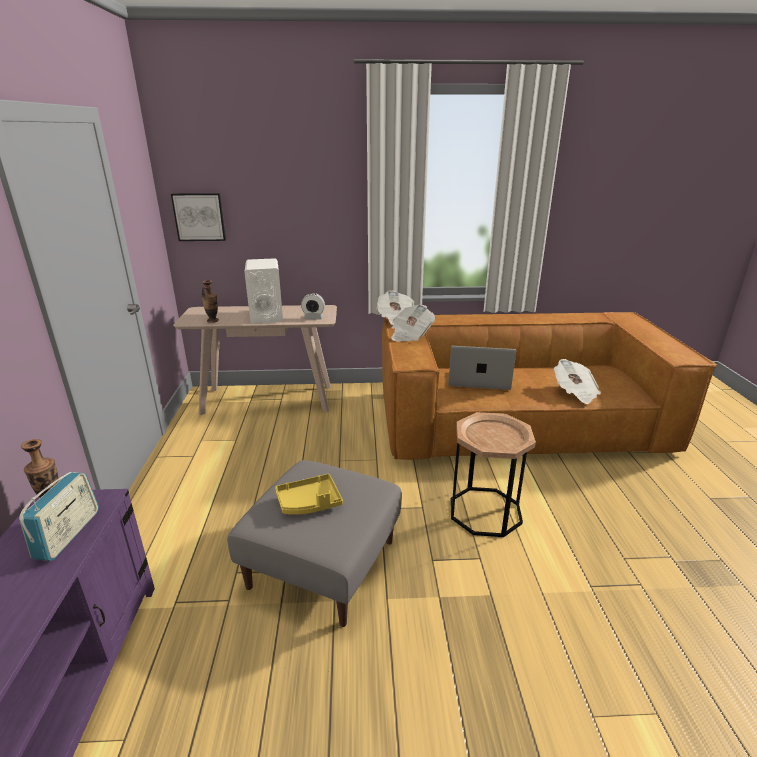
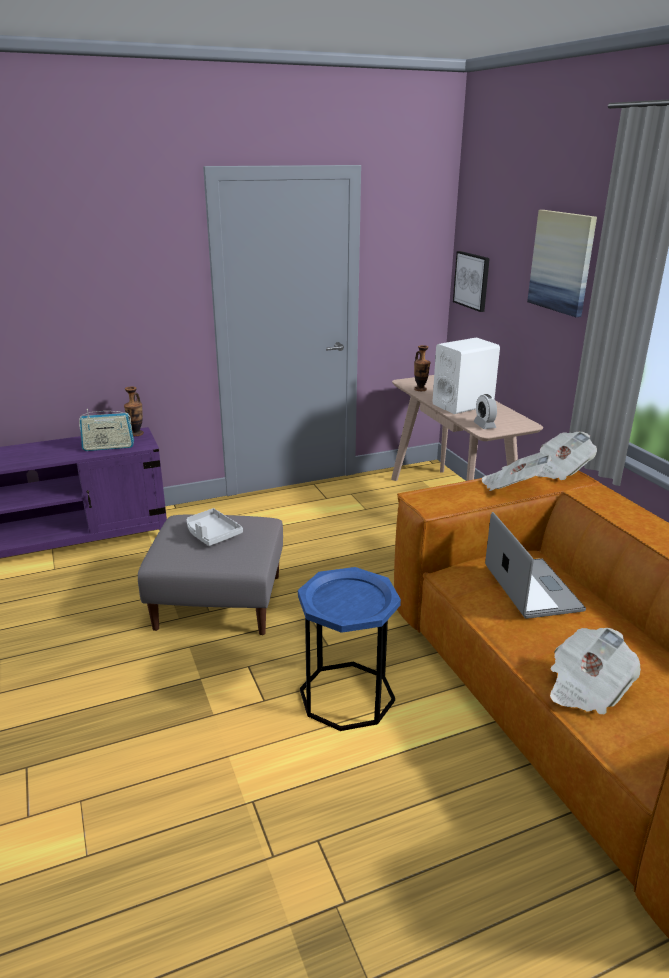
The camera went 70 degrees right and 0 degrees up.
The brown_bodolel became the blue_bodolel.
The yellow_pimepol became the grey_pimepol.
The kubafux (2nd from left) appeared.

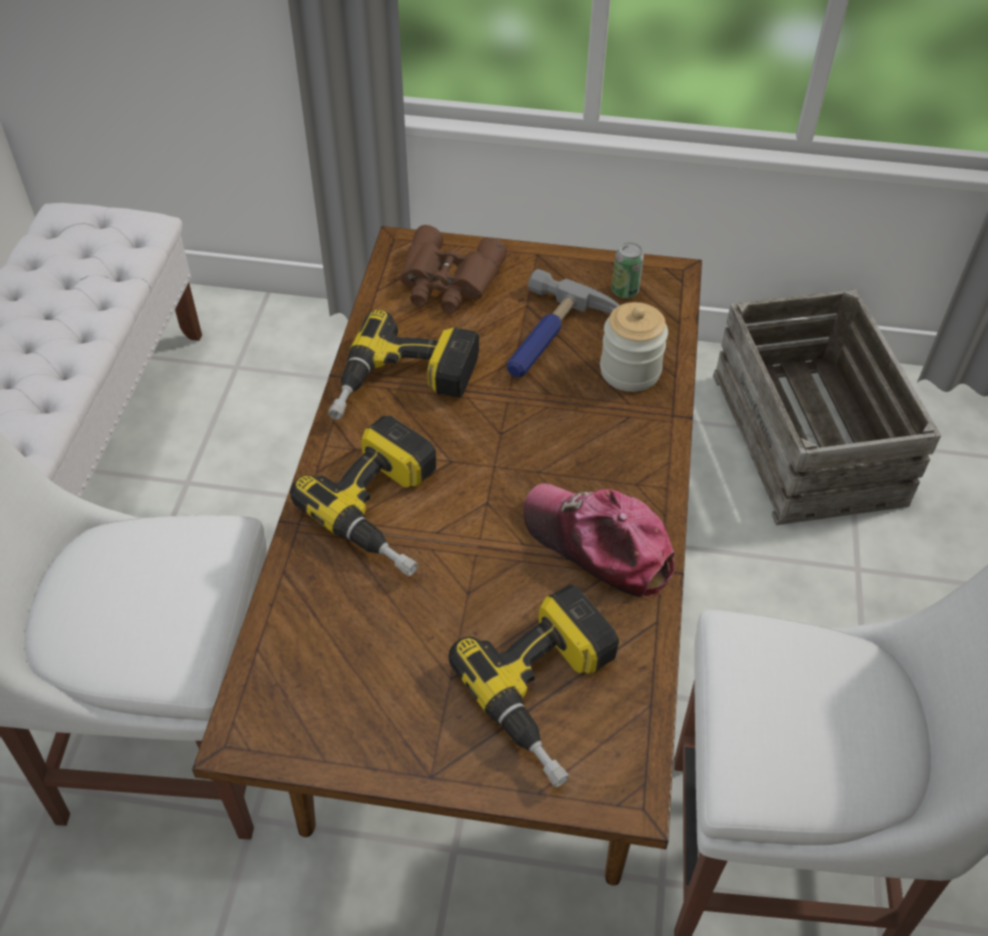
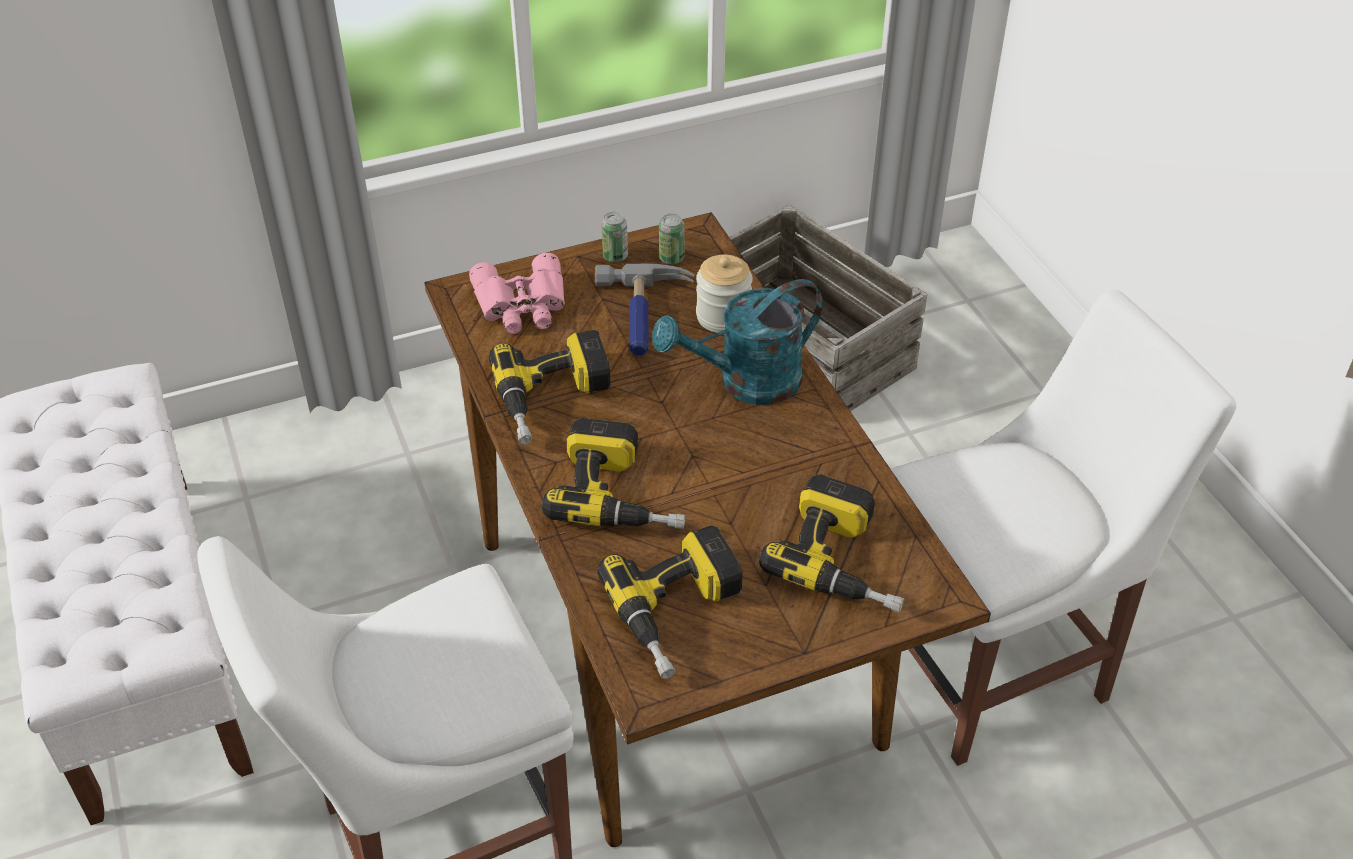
The camera went 30 degrees left and 5 degrees down.
The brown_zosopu became the pink_zosopu.
The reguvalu disappeared.
The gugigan (1st from left) appeared.
The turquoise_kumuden appeared.
The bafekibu (3rd from left) appeared.

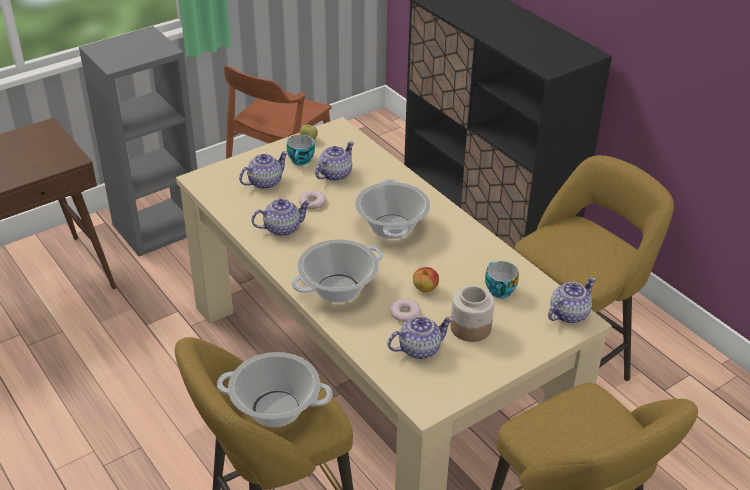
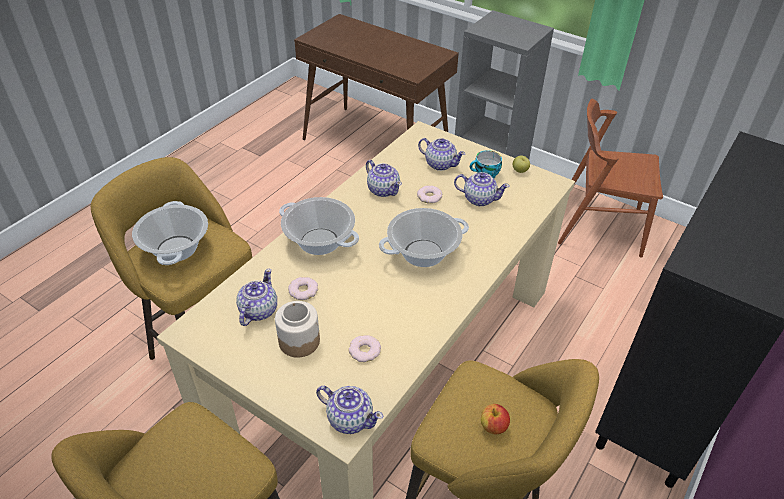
The camera went 70 degrees right and 5 degrees up.
The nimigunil (2nd from left) was replaced by the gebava (2nd from left).
The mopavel (2nd from left in the first image) moved.
The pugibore (4th from left in the first image) turned 120 degrees counterclockwise.

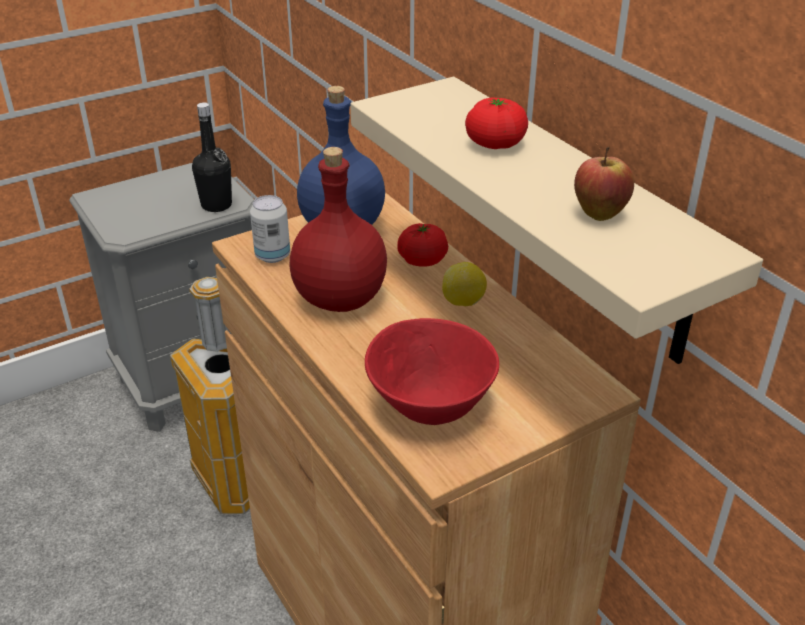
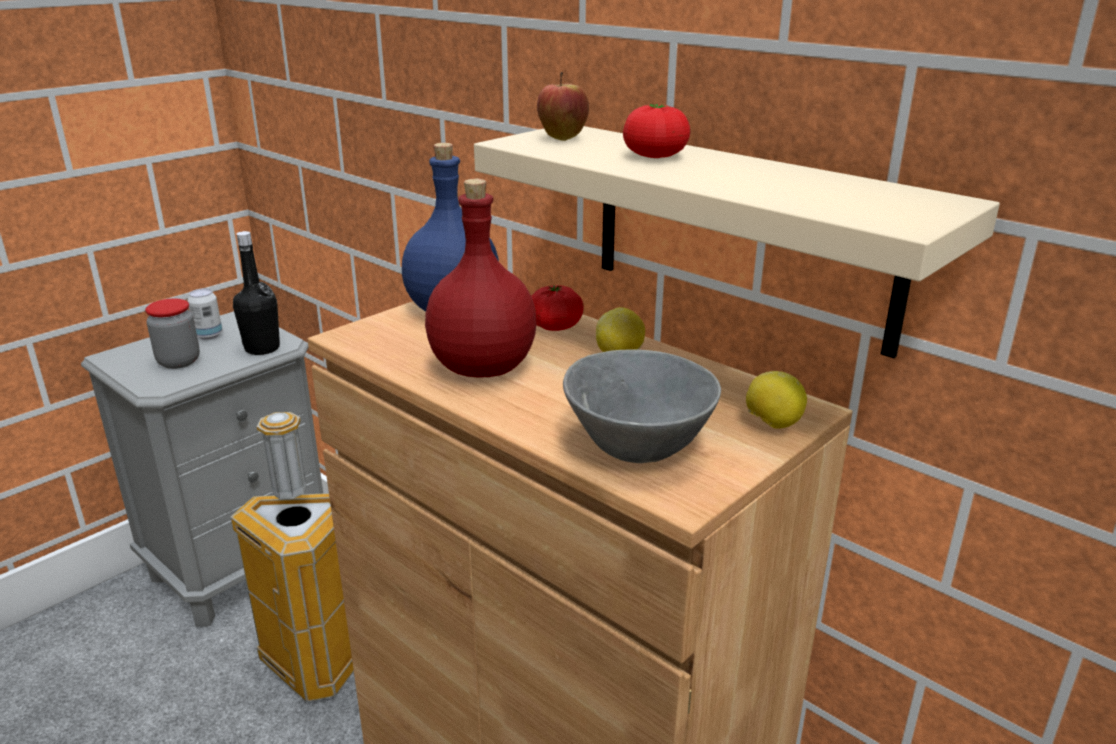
The camera went 15 degrees left and 10 degrees down.
The mopavel moved.
The gugigan moved.
The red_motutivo became the grey_motutivo.
The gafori appeared.
The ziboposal (2nd from left) appeared.

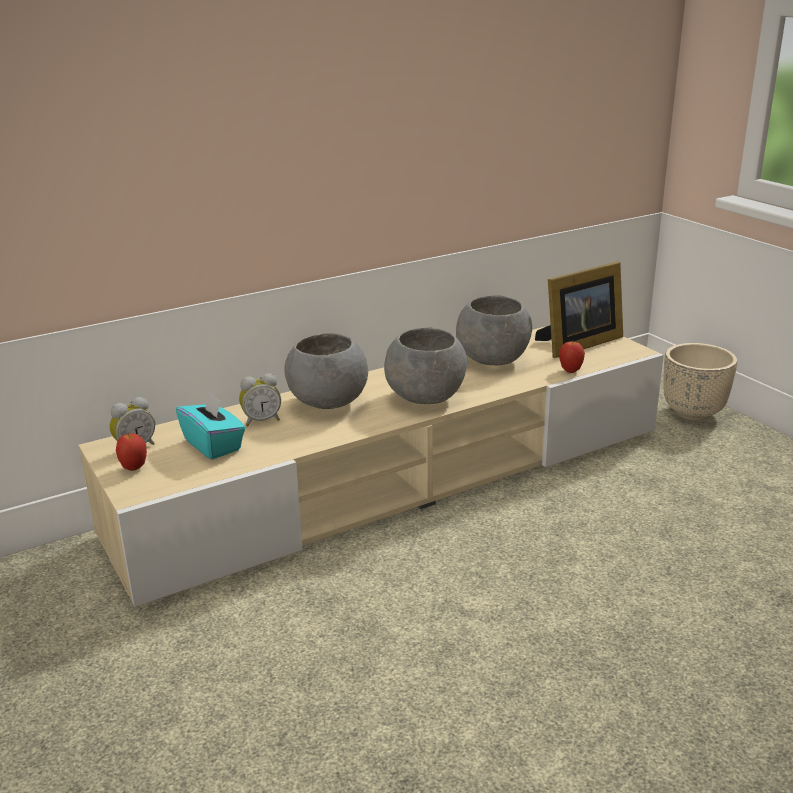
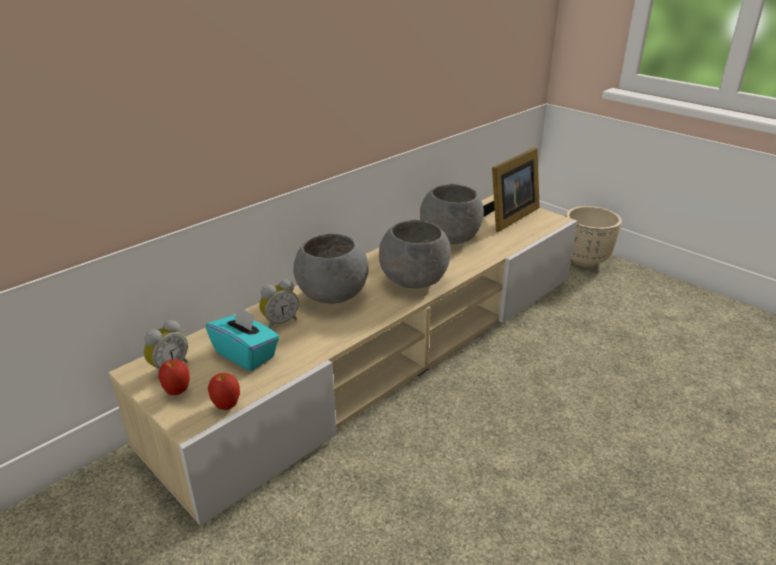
The camera went 15 degrees left and 5 degrees up.
The mopavel (2nd from left) moved.

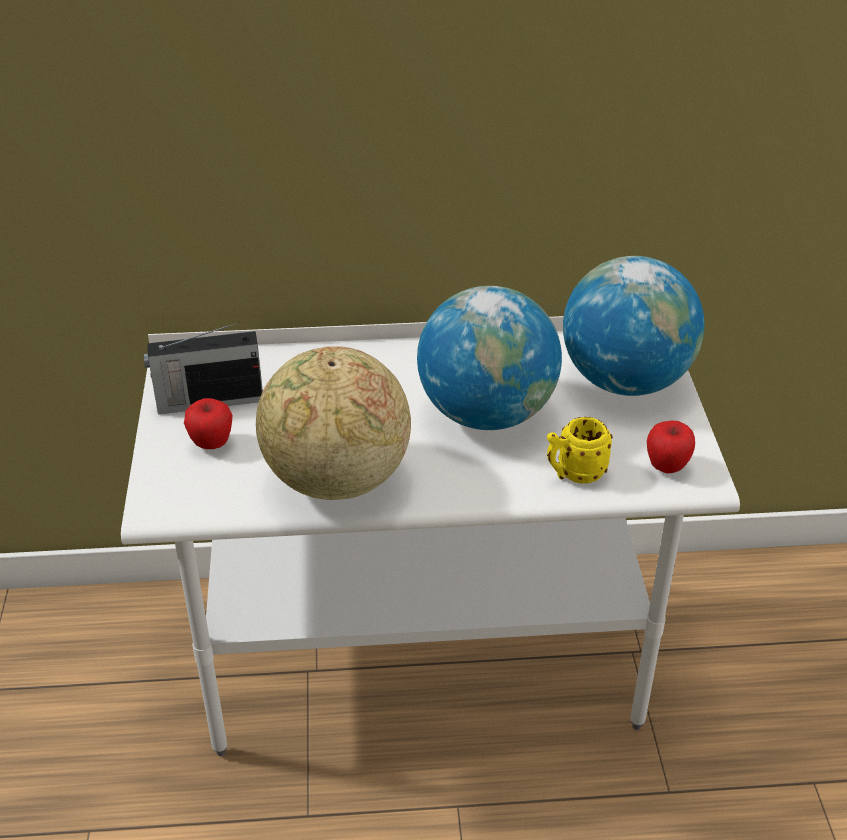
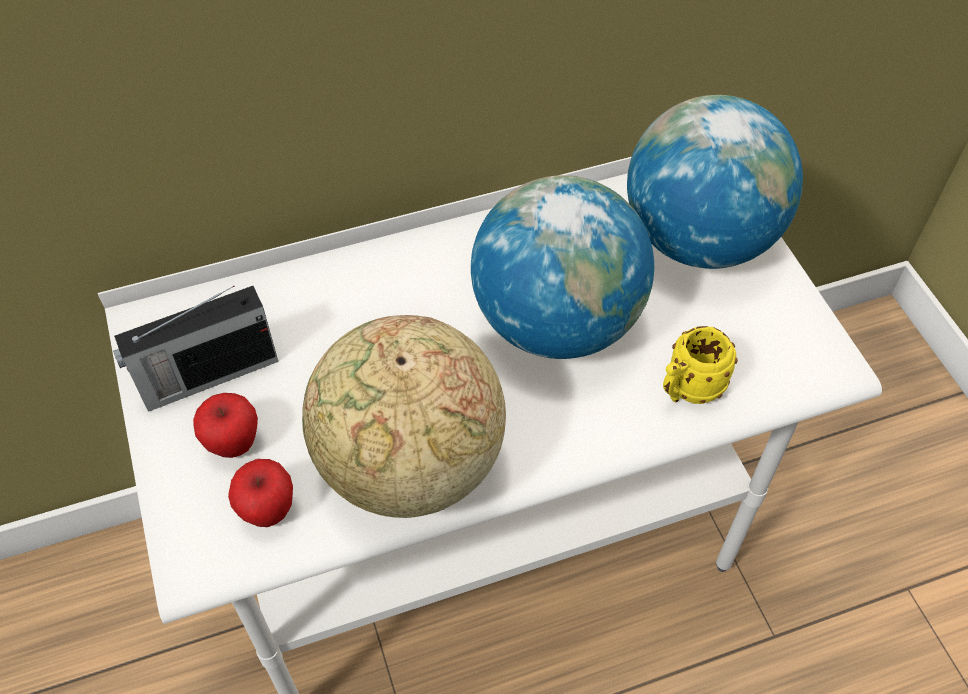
The camera went 15 degrees left and 15 degrees up.
The mopavel (2nd from left) moved.

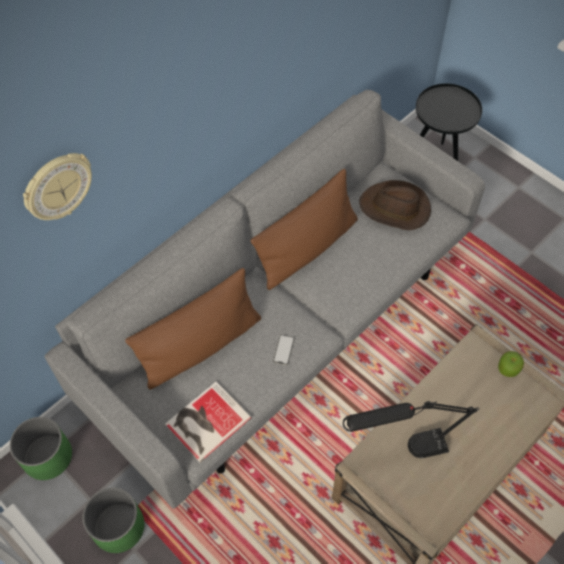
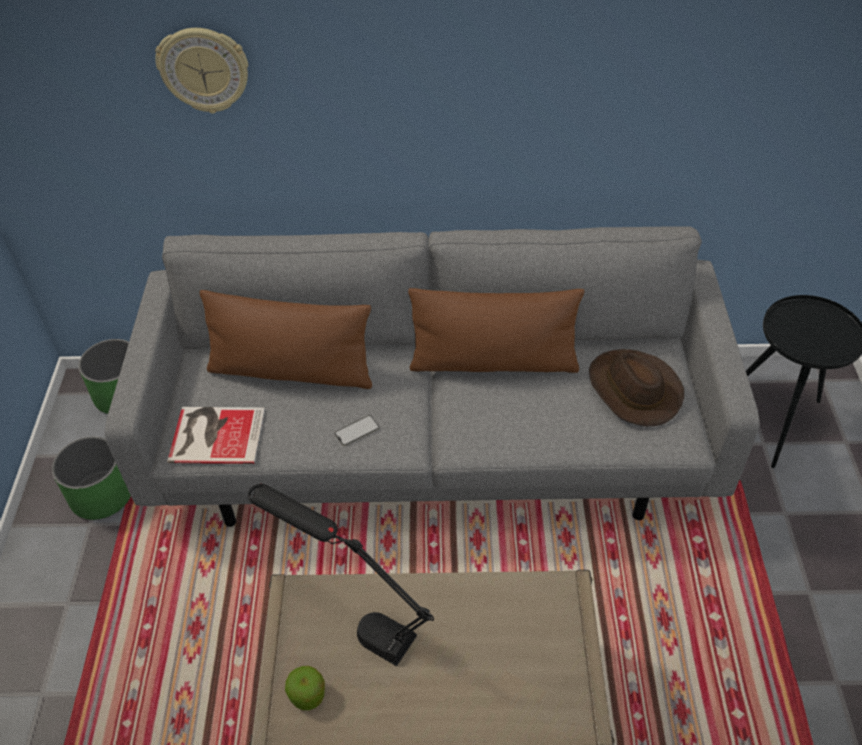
The camera went 45 degrees right and 10 degrees down.
The mopavel moved.

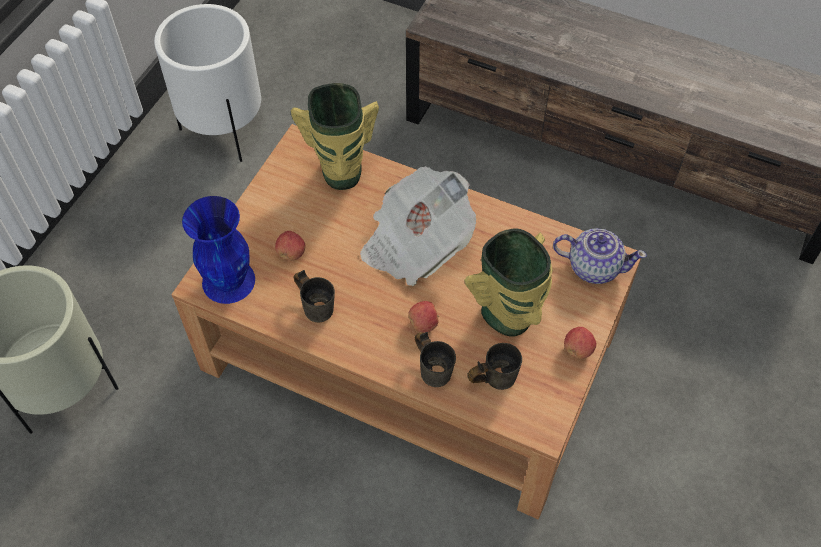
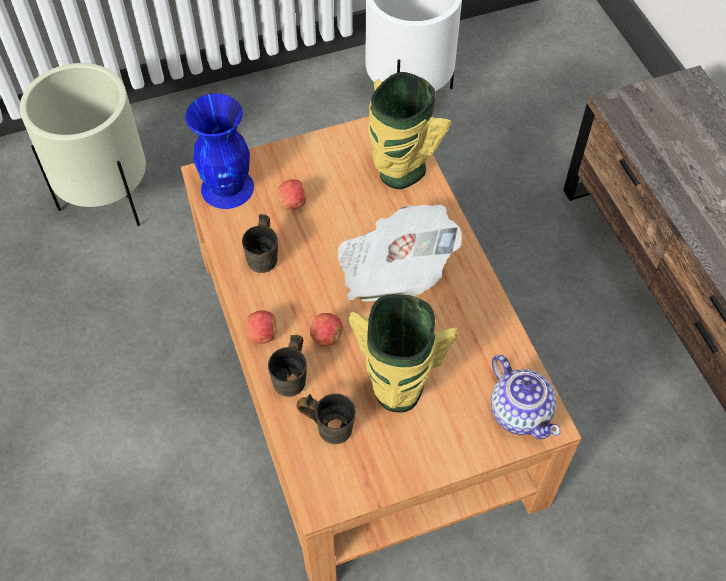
The camera went 45 degrees right and 0 degrees up.
The mopavel (3rd from left in the first image) moved.

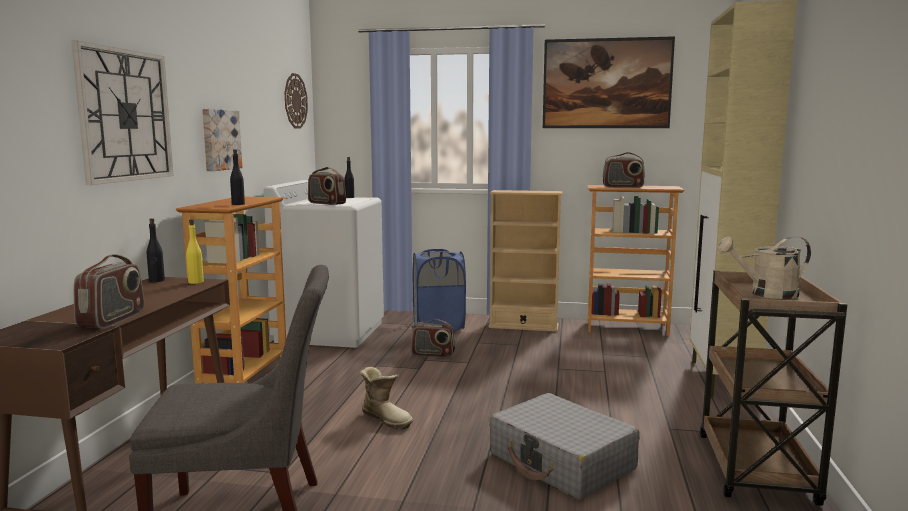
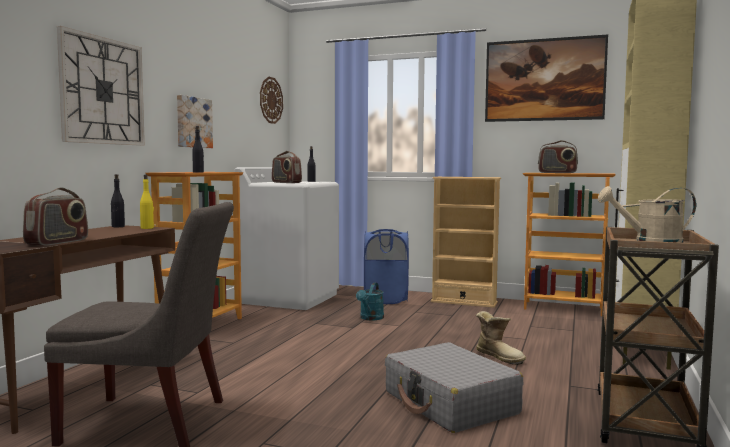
The camera went 10 degrees right and 5 degrees down.
The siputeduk (3rd from left) was replaced by the turquoise_kumuden.
The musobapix moved.

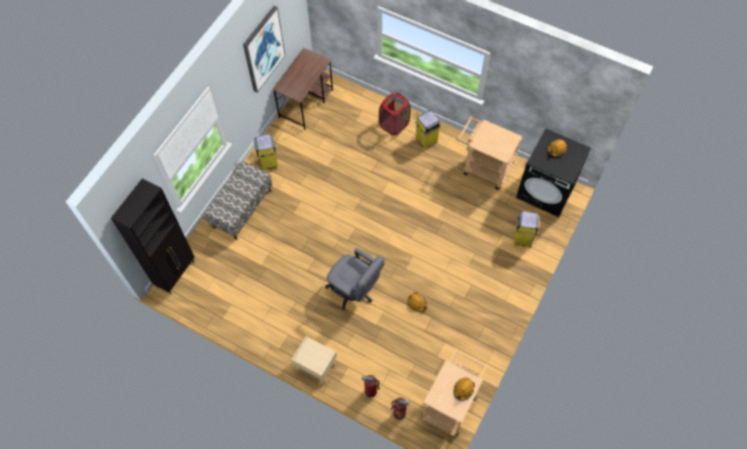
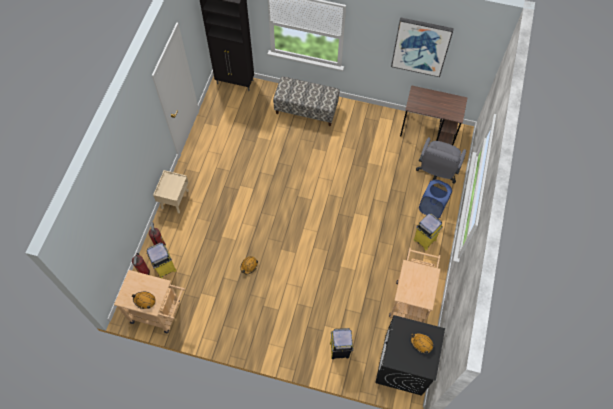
The camera went 75 degrees right and 0 degrees up.
The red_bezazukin became the blue_bezazukin.
The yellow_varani (1st from left) moved.
The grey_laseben moved.

